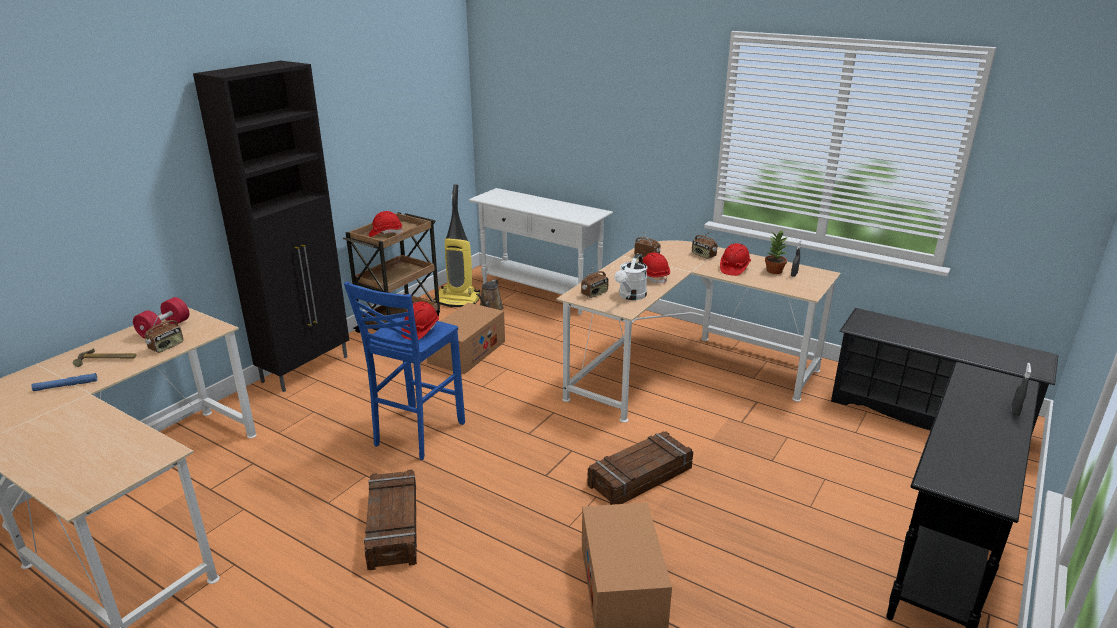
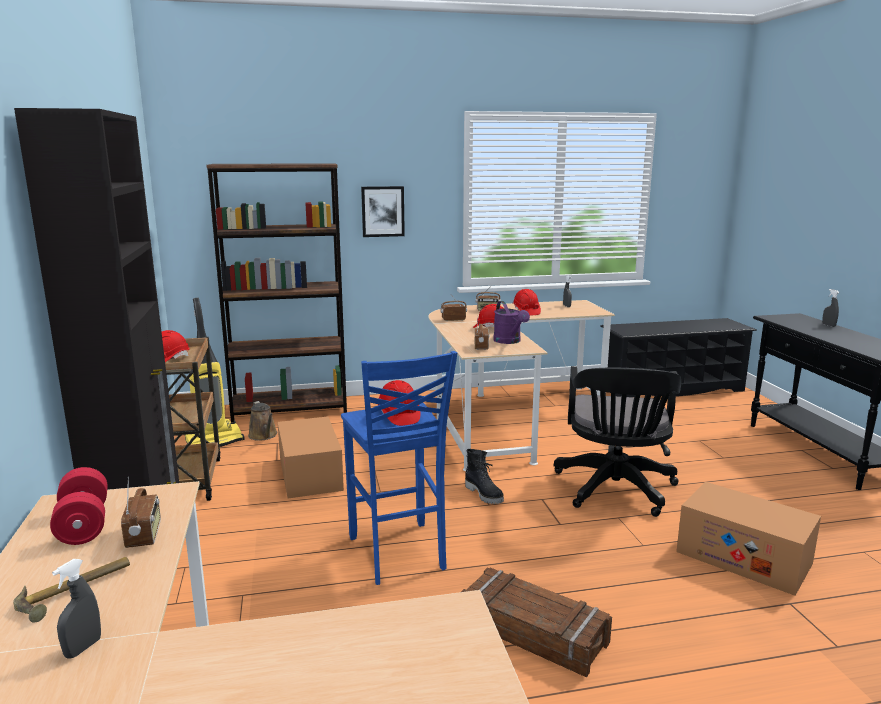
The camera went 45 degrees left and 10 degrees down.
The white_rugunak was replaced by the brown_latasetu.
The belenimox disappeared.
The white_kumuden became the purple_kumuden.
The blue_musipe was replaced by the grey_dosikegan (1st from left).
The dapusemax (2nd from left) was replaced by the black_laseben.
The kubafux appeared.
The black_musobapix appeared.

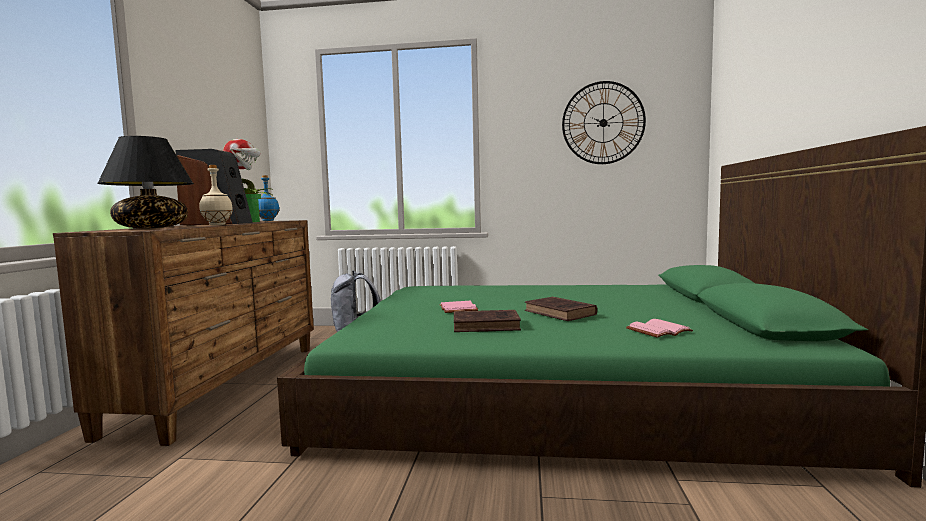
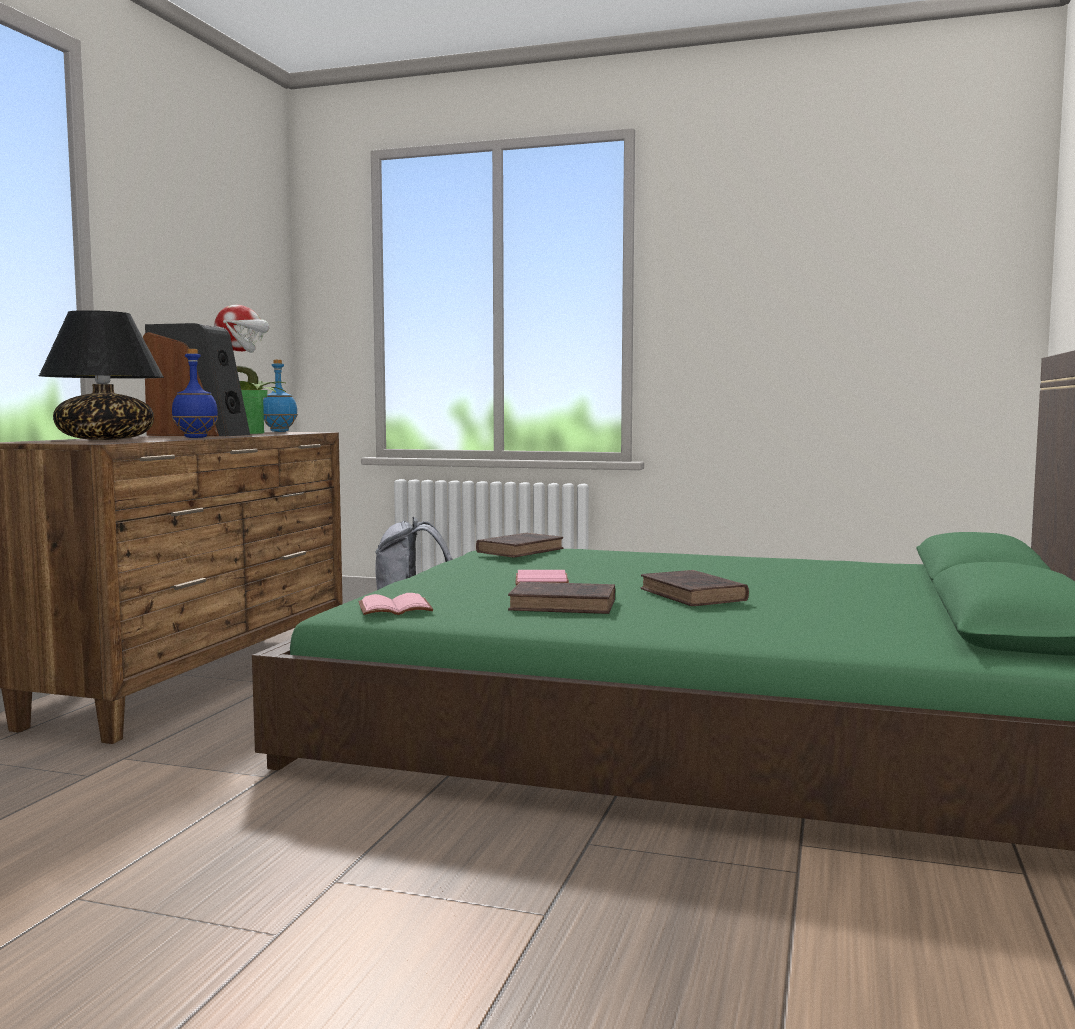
The camera went 10 degrees right and 0 degrees up.
The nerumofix disappeared.
The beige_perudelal became the blue_perudelal (1st from left).
The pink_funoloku (2nd from left in the first image) moved.
The brown_funoloku (1st from left) appeared.

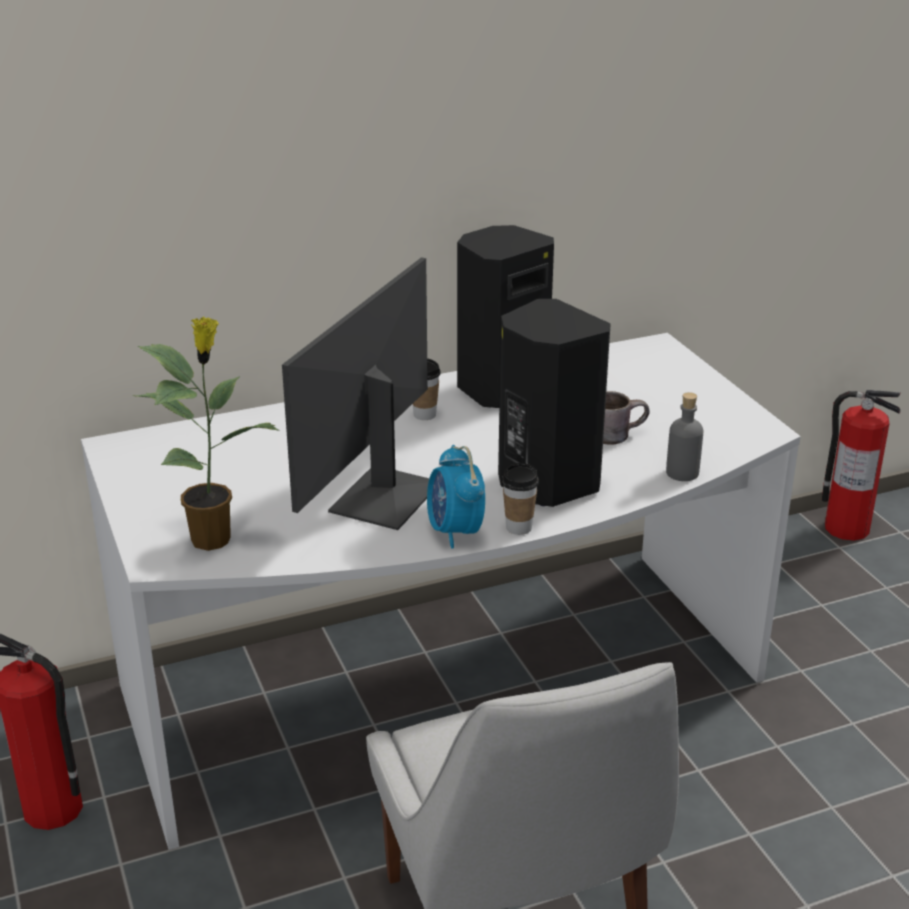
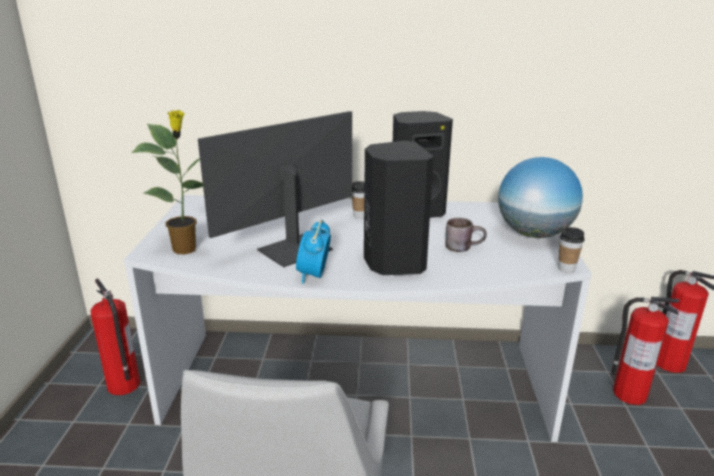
The camera went 25 degrees right and 5 degrees down.
The grey_perudelal disappeared.
The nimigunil (2nd from left) moved.
The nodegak appeared.
The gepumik (2nd from left) appeared.

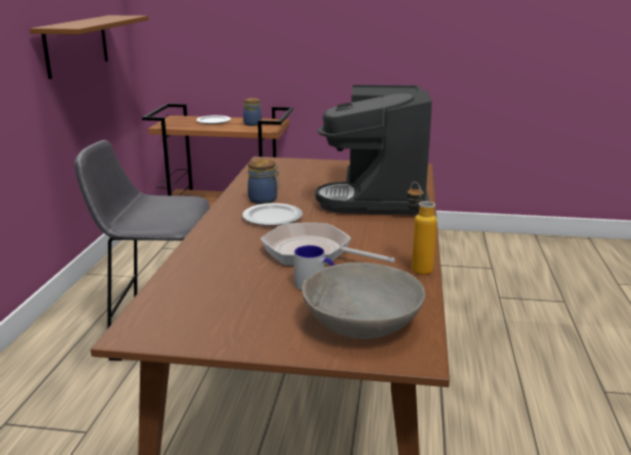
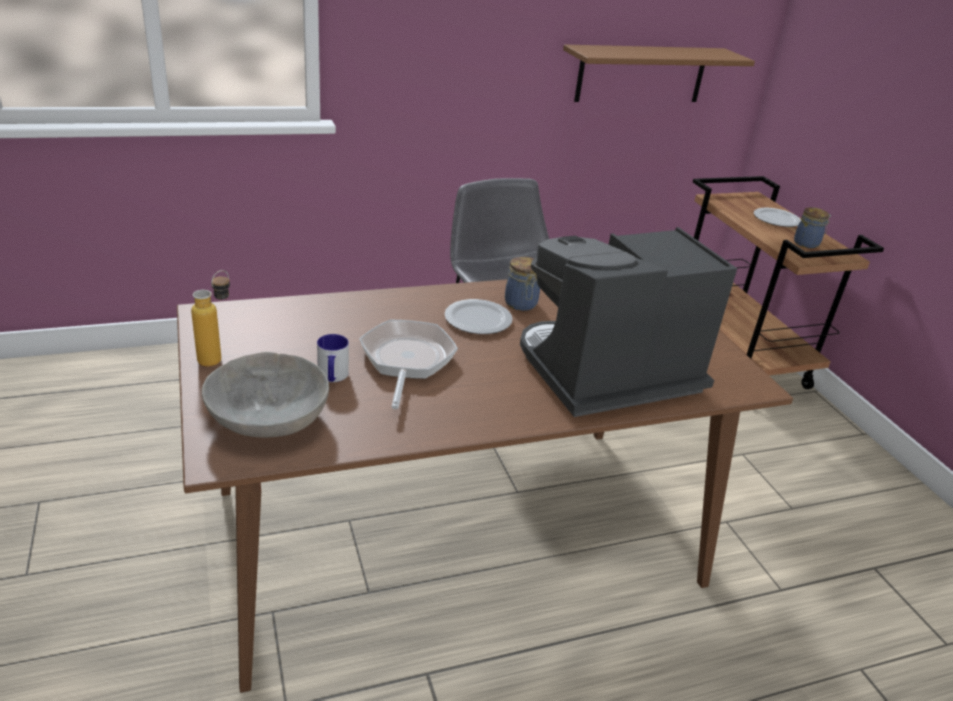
The camera went 60 degrees right and 10 degrees up.
The perudelal moved.

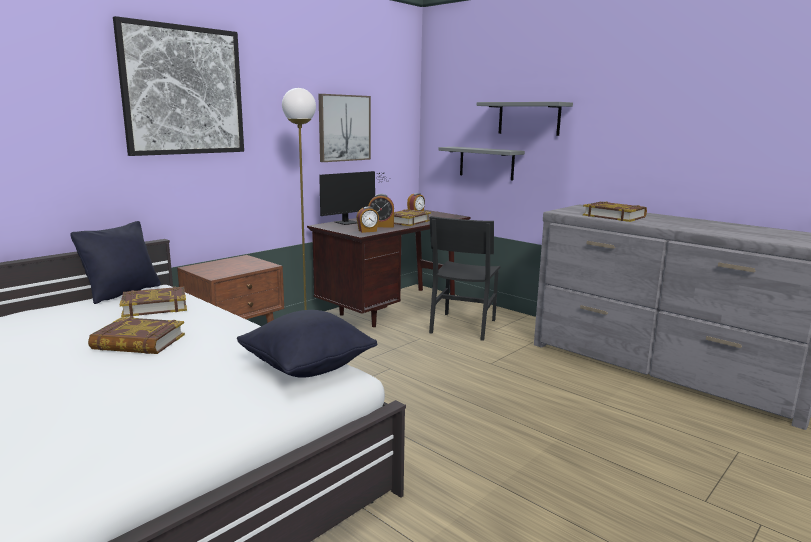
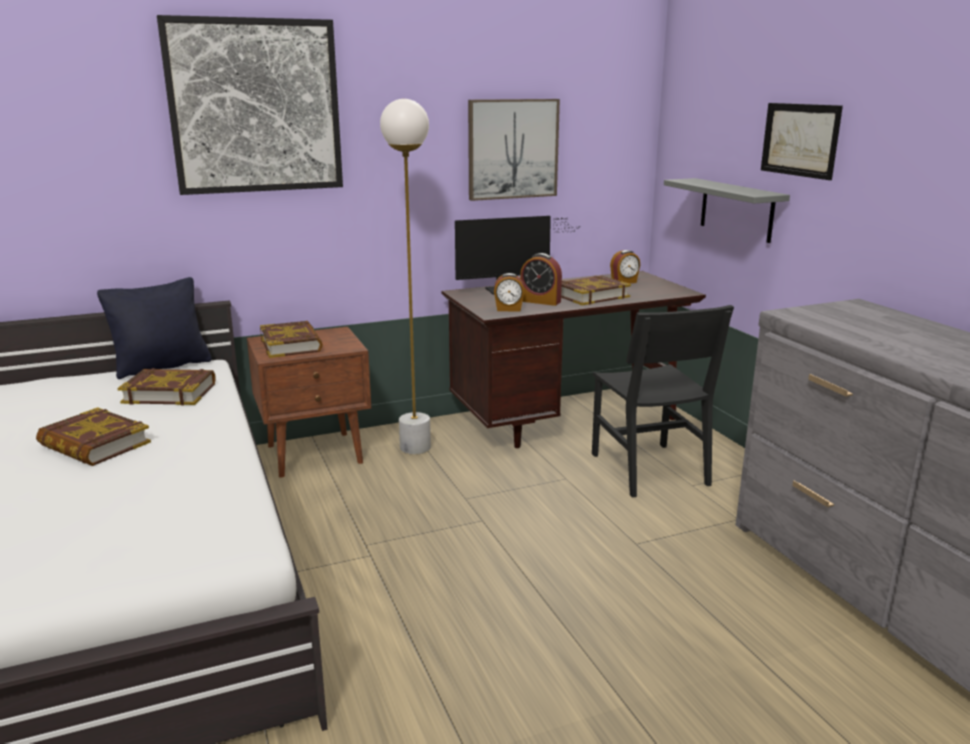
The camera went 25 degrees right and 5 degrees up.
The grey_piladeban (2nd from left) was replaced by the kubafux (3rd from left).
The funoloku (4th from left in the first image) moved.
The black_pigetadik turned 60 degrees counterclockwise.
The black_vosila (2nd from left) disappeared.

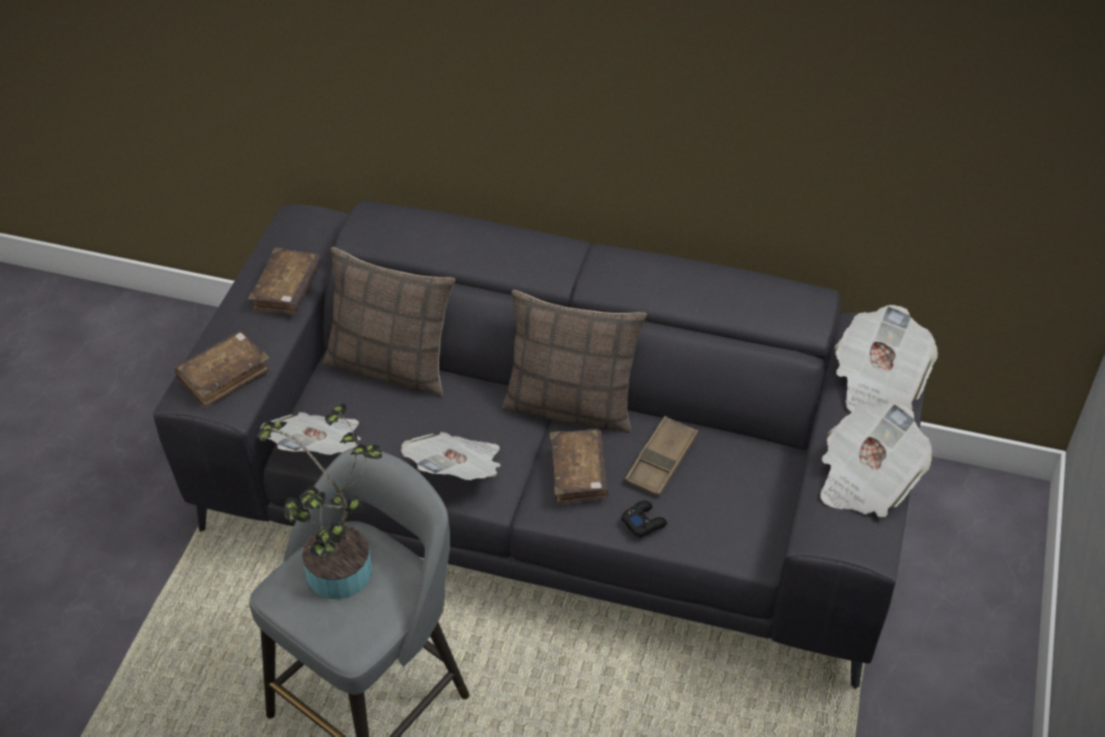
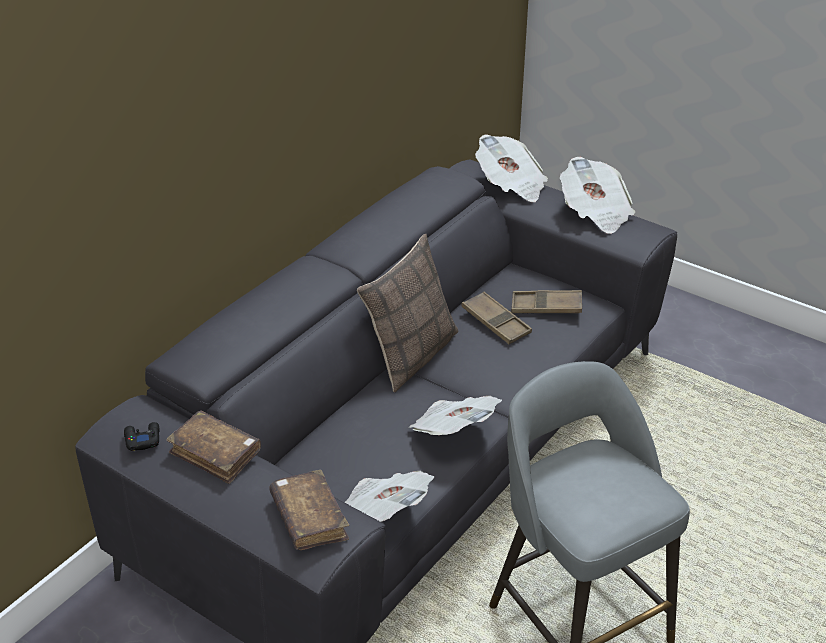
The camera went 70 degrees left and 10 degrees down.
The vosila (1st from left) disappeared.
The belenimox disappeared.
The brown_funoloku (3rd from left) disappeared.
The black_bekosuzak moved.
The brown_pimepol (2nd from left) appeared.

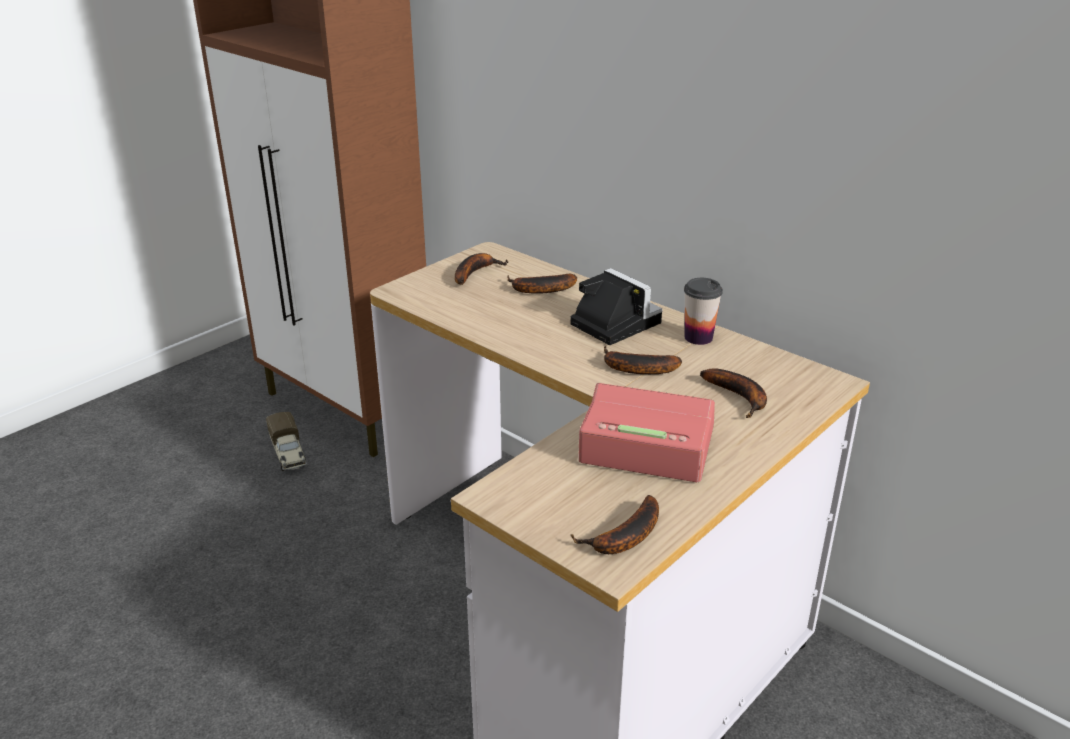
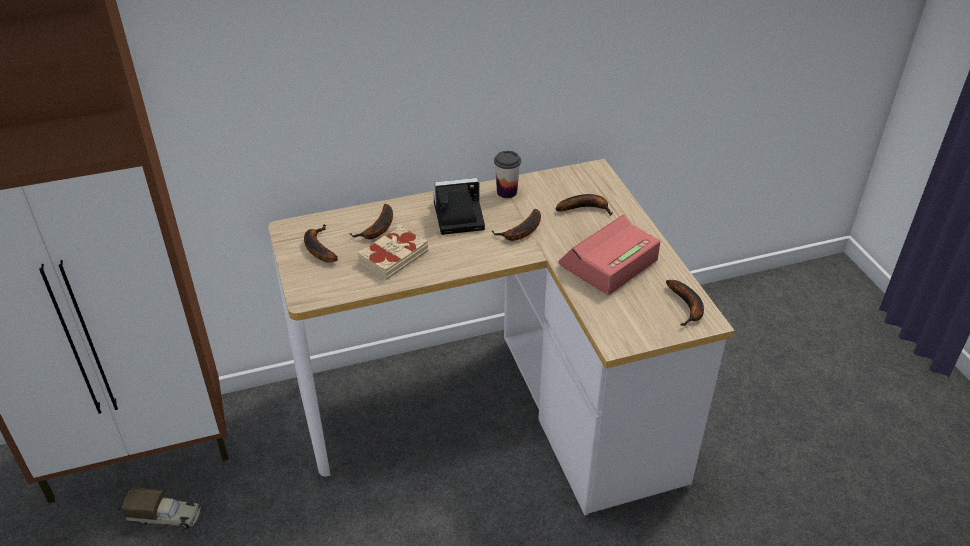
The camera went 60 degrees left and 10 degrees up.
The beige_funoloku appeared.

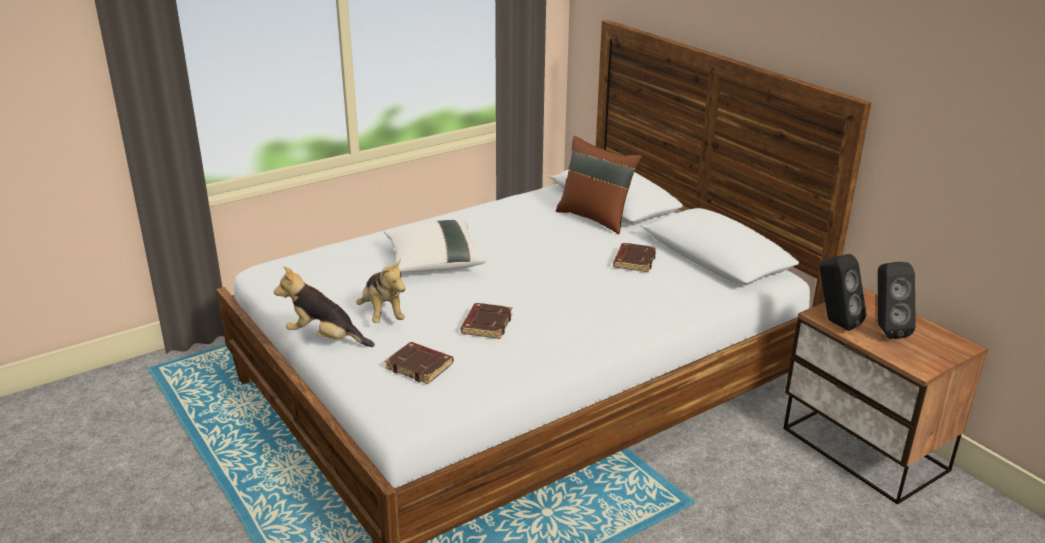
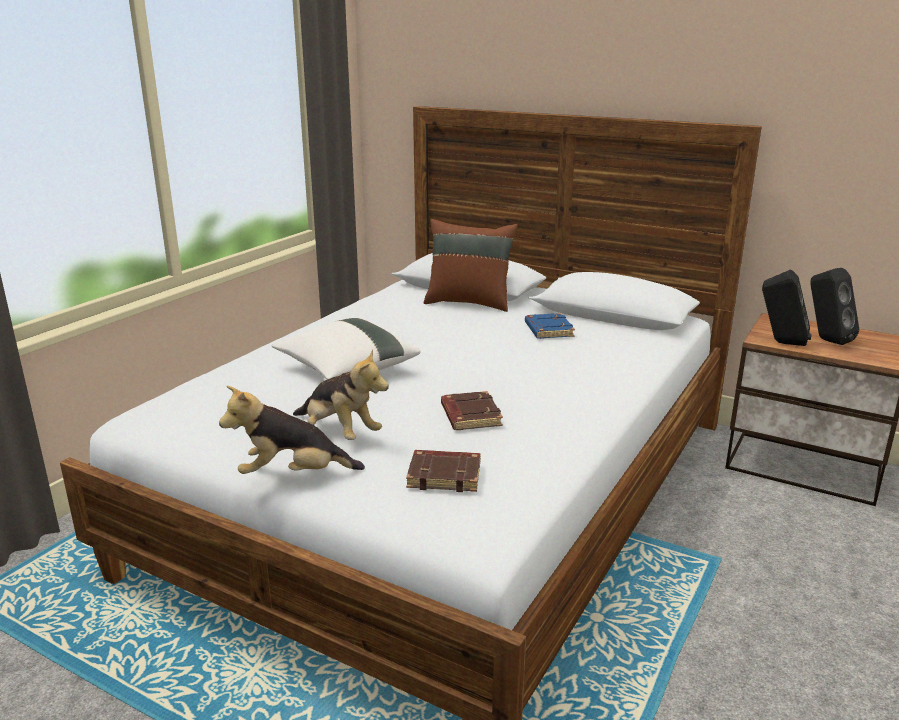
The camera went 25 degrees left and 5 degrees down.
The brown_funoloku (3rd from left) became the blue_funoloku.

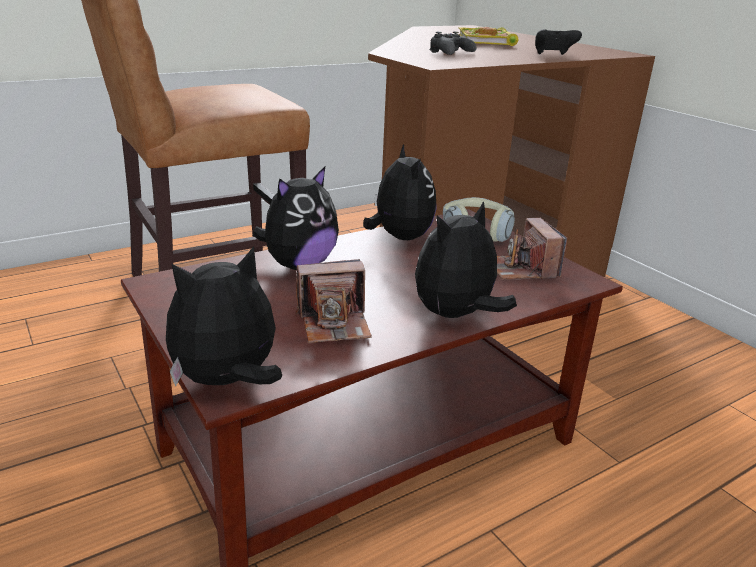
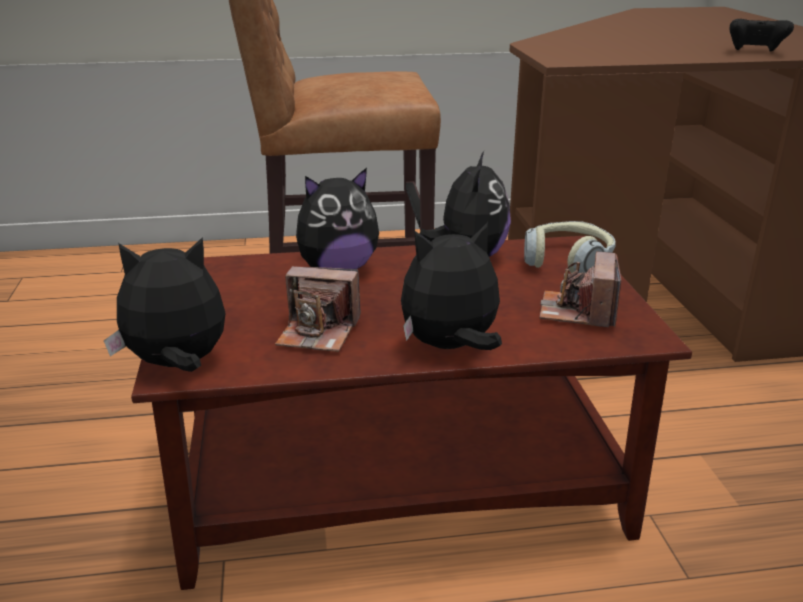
The camera went 25 degrees right and 0 degrees up.
The funoloku disappeared.
The black_bekosuzak (1st from left) disappeared.

